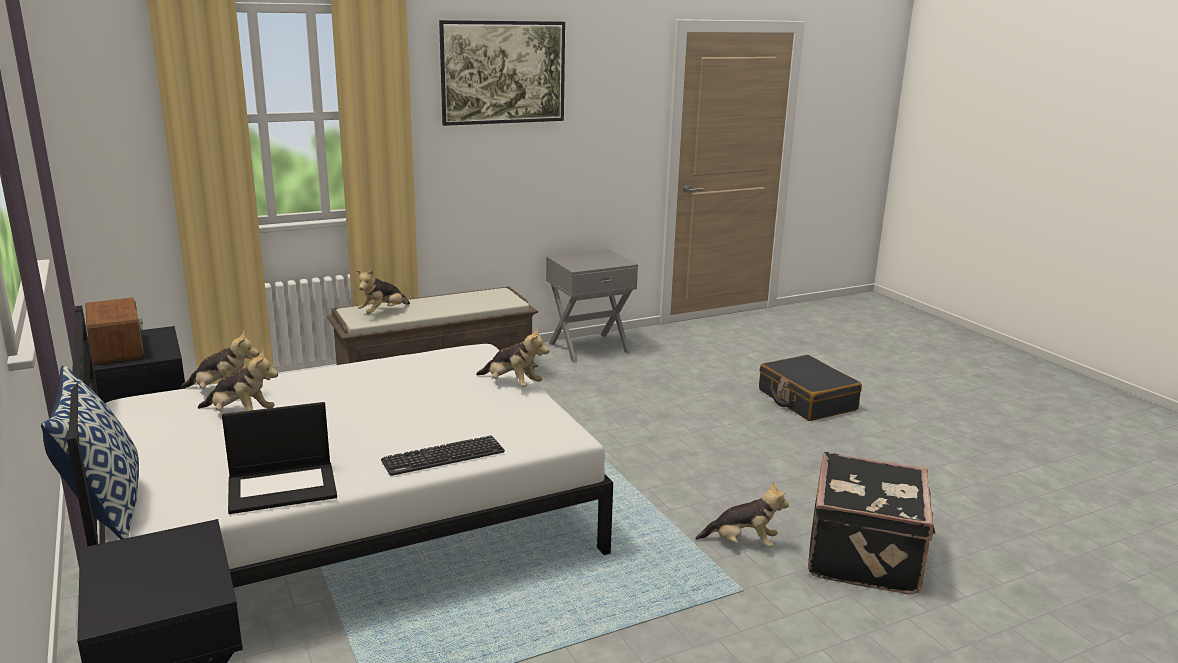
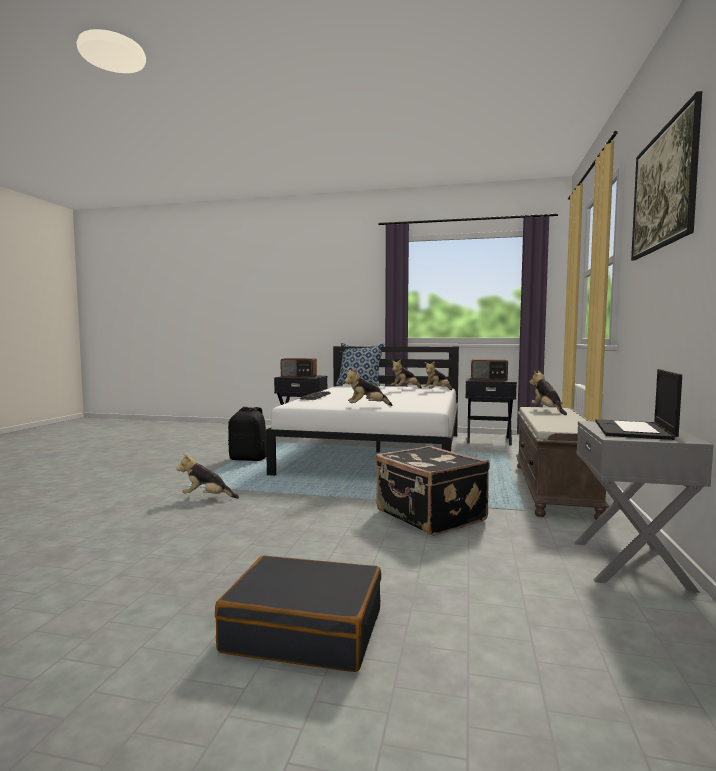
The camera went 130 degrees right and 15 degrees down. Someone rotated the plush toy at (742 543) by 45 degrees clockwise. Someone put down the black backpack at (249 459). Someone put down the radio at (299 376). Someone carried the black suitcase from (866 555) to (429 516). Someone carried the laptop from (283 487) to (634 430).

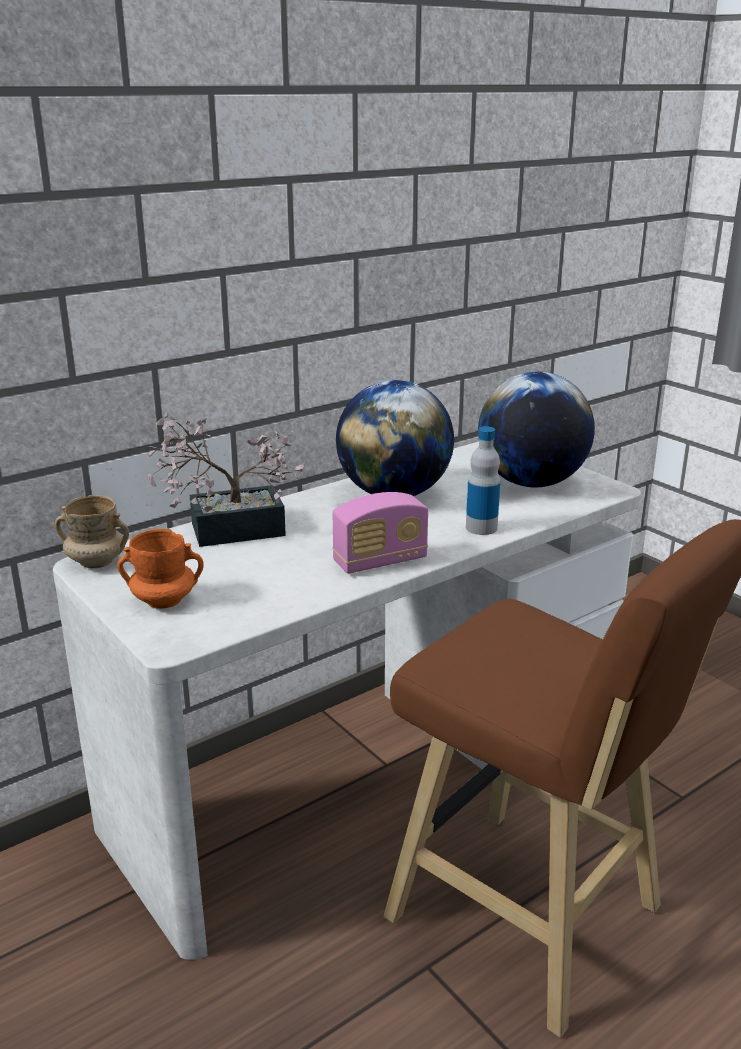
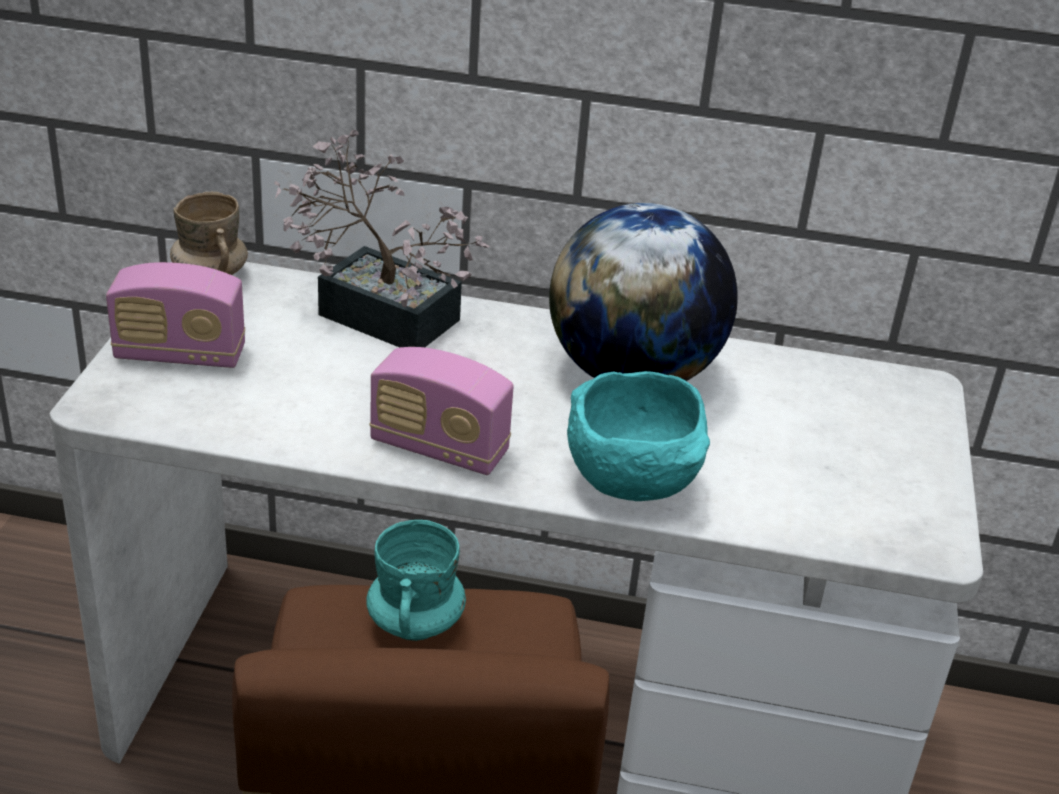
The camera went 45 degrees right and 10 degrees up. Someone swapped the orange mug at (164 600) for the radio at (180 355). Someone put down the turquoise mug at (415 624). Someone swapped the bottle at (481 528) for the turquoise bowl at (635 484). Someone took away the globe at (531 483).

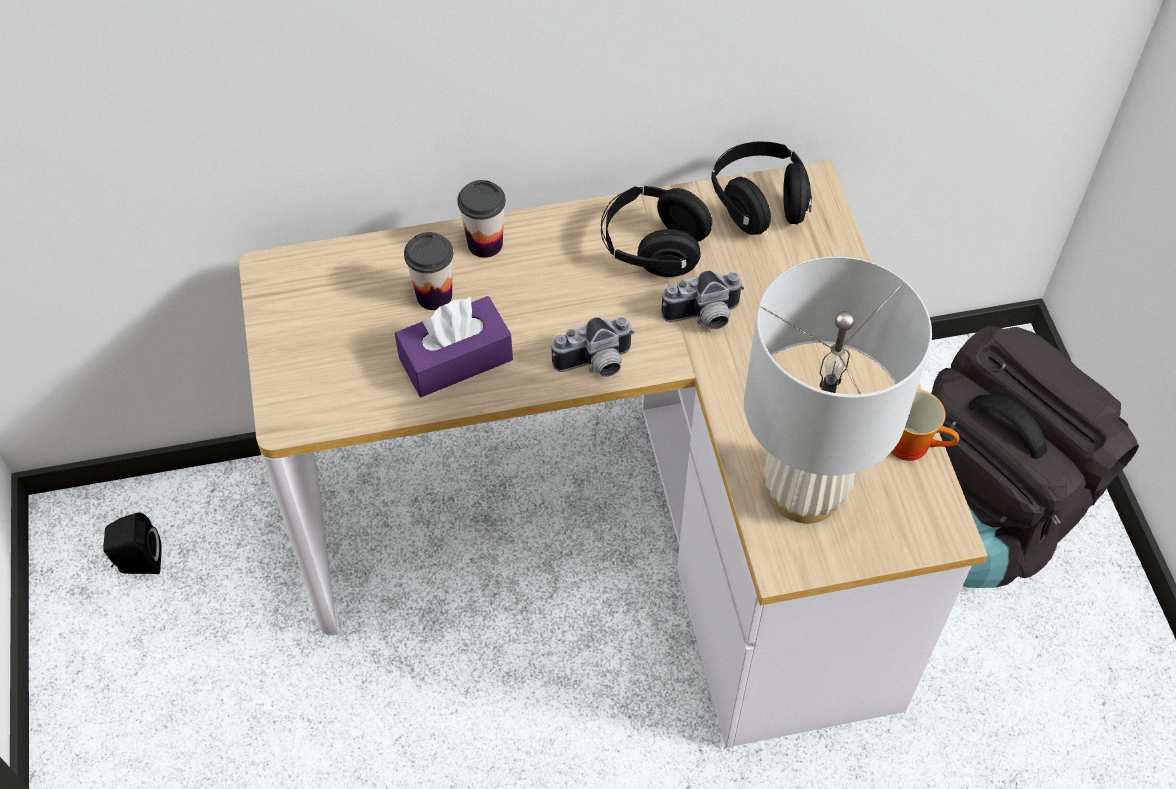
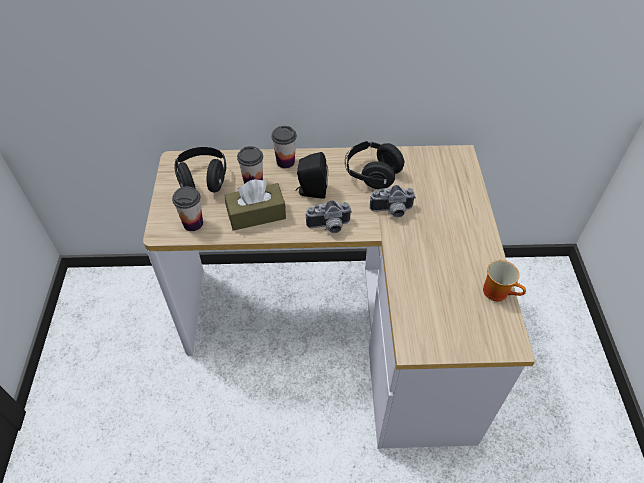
The camera went 10 degrees right and 5 degrees down. Someone put down the cup at (193 223). Someone carried the black headphones from (759 203) to (203 180). Someone repainted the purple tissue box at (456 359), which became the brown tissue box at (256 214). Someone carried the black speaker from (138 563) to (311 191). Someone took away the white table lamp at (804 493). Someone took away the black backpack at (986 513).

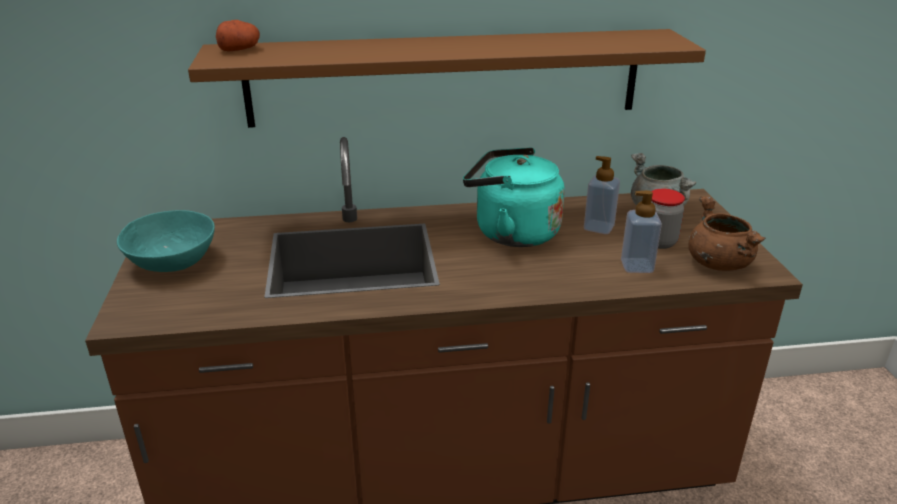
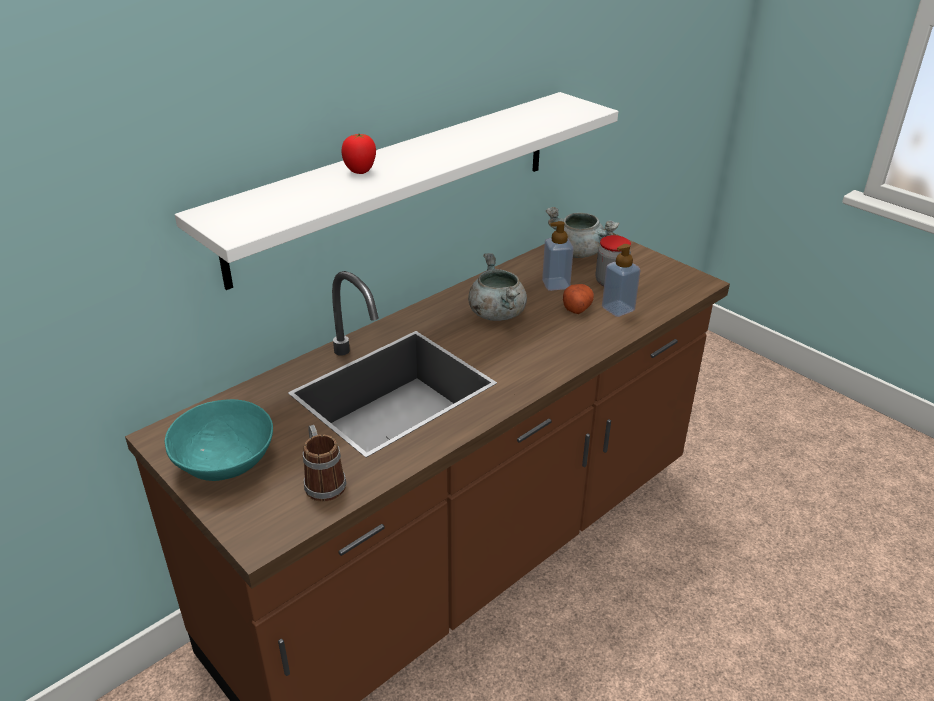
The camera went 35 degrees left and 5 degrees up. Someone repainted the brown shelf at (445 77), which became the white shelf at (399 183). Someone put down the mug at (323 481). Someone put down the tomato at (360 172). Someone swapped the turquoise kettle at (511 232) for the grey cooking pot at (496 313). Someone carried the potato from (239 49) to (577 307). Someone took away the brown cooking pot at (718 263).

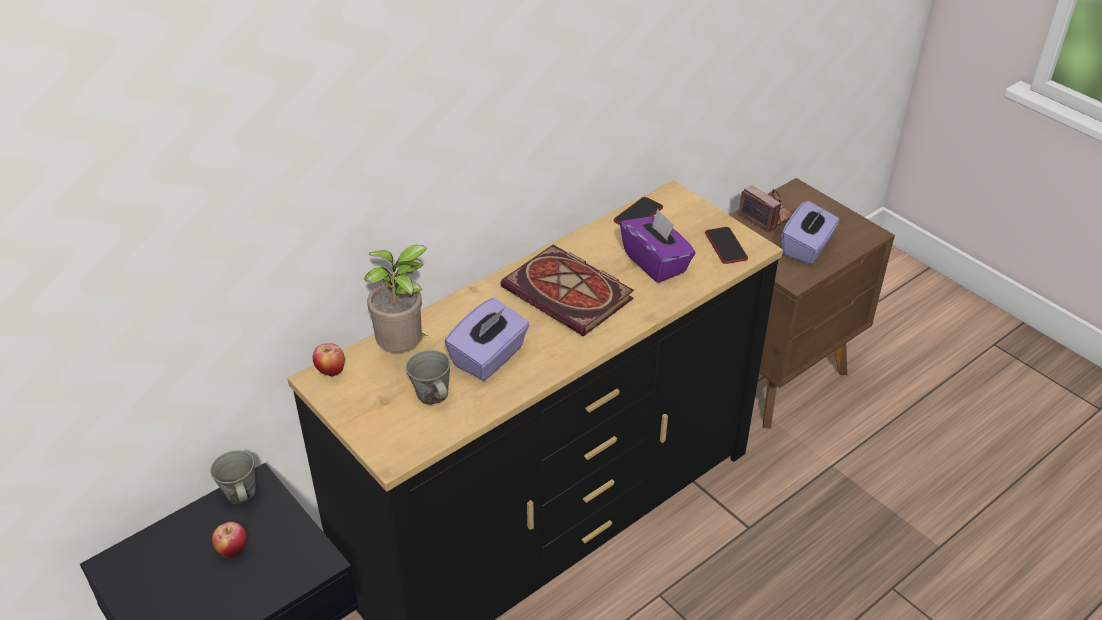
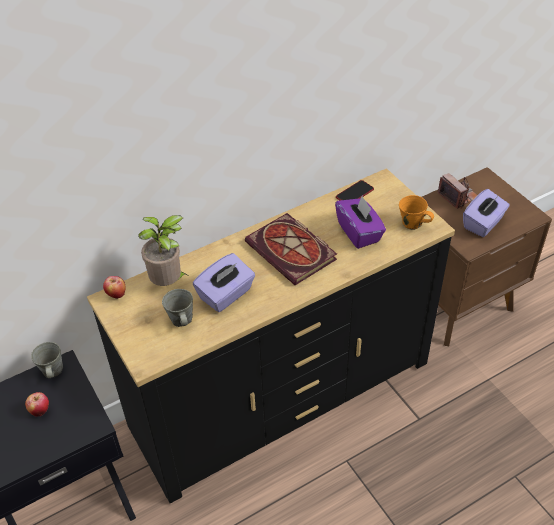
The camera went 10 degrees right and 5 degrees up. Someone swapped the phone at (725 246) for the orange mug at (413 224).

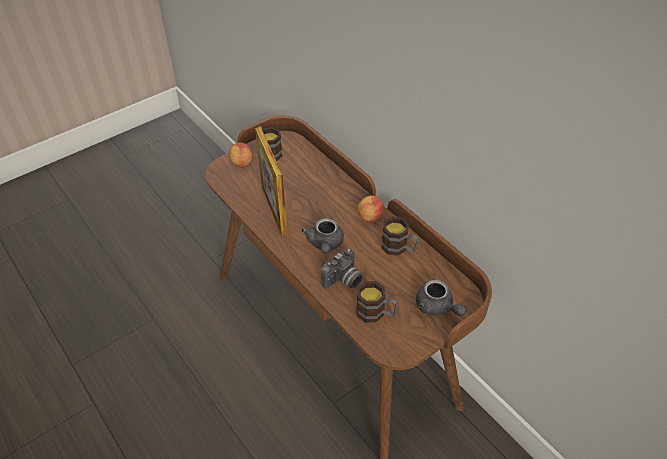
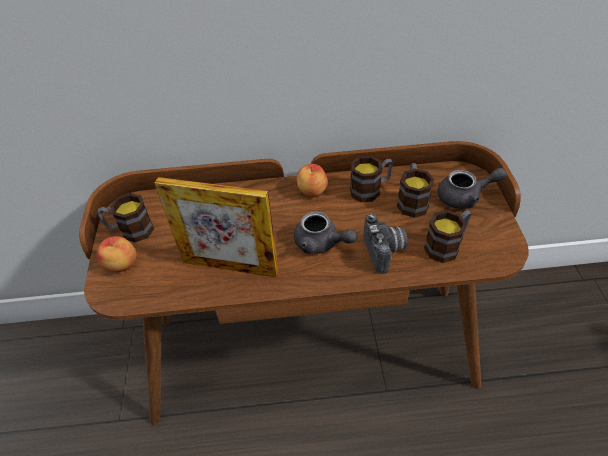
The camera went 55 degrees left and 0 degrees up. Someone put down the mug at (412 201).

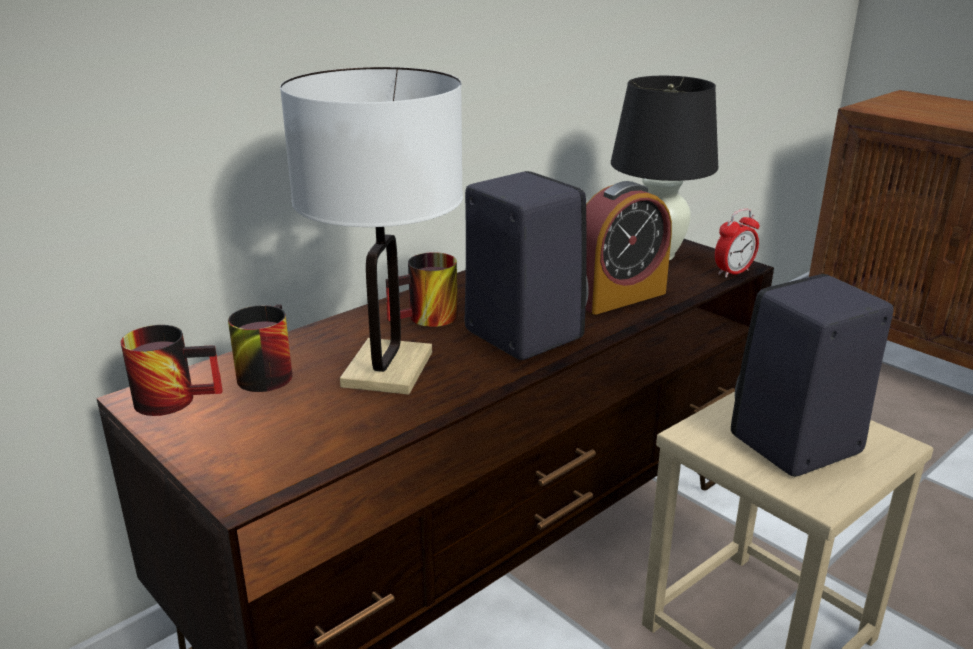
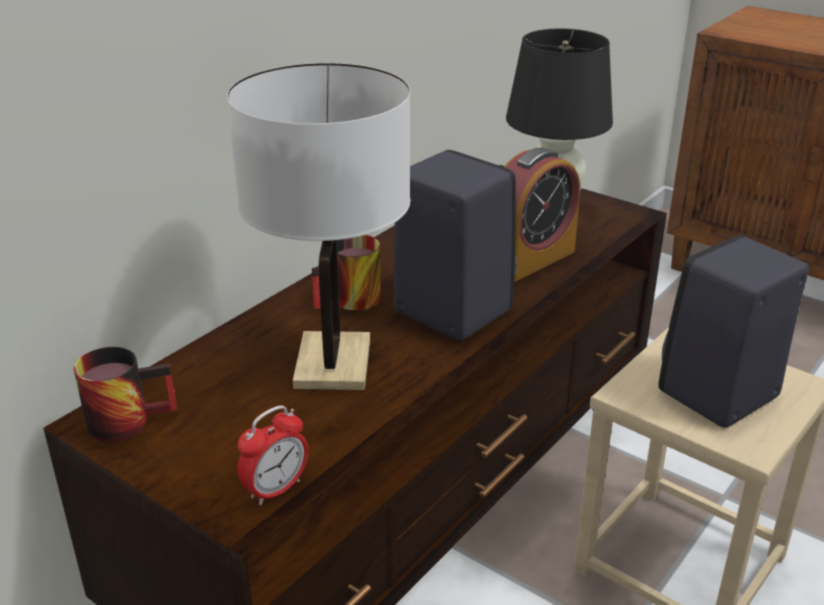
The camera went 10 degrees left and 5 degrees up. Someone carried the alarm clock from (733 272) to (276 489). Someone took away the mug at (263 372).

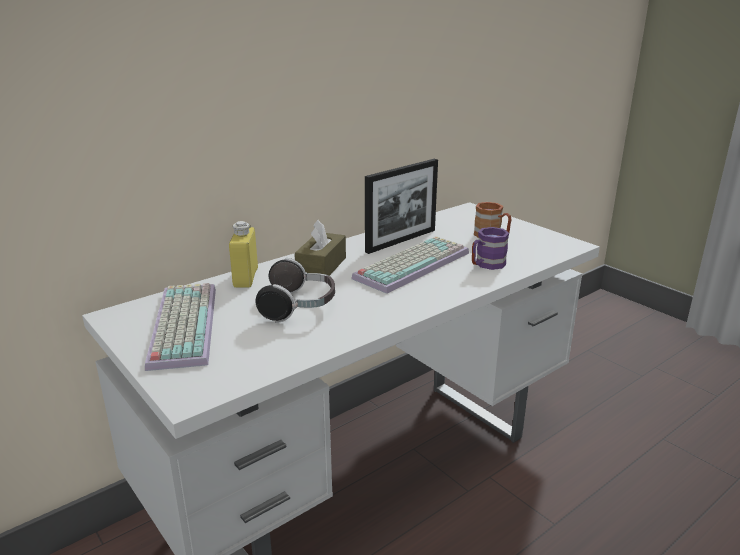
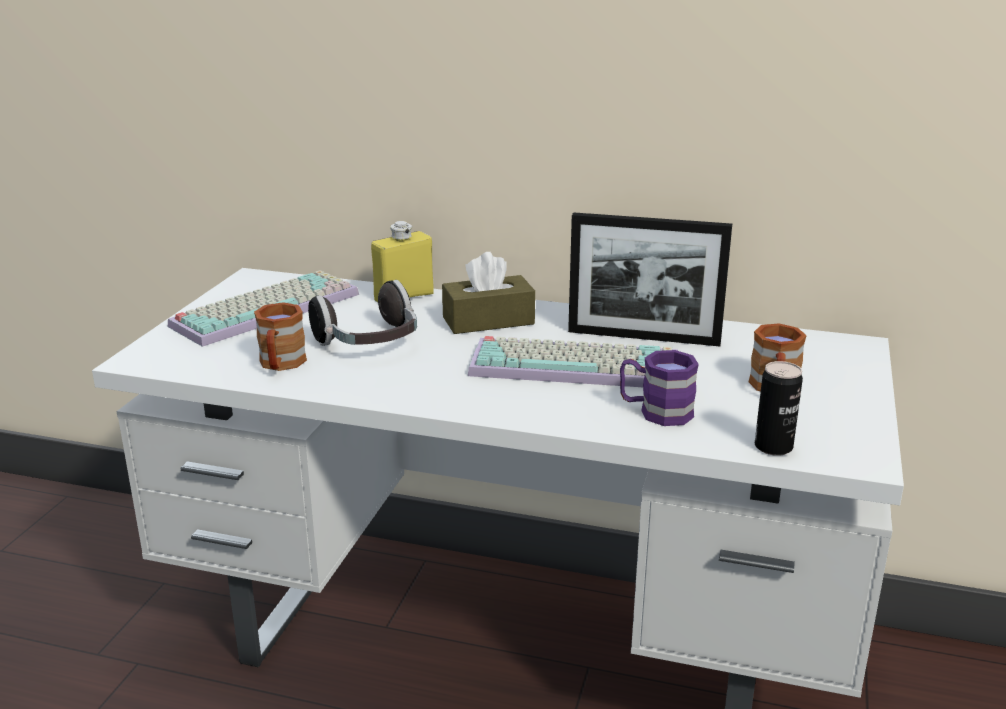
The camera went 55 degrees right and 0 degrees up. Someone put down the brown mug at (281 365). Someone put down the can at (773 447).

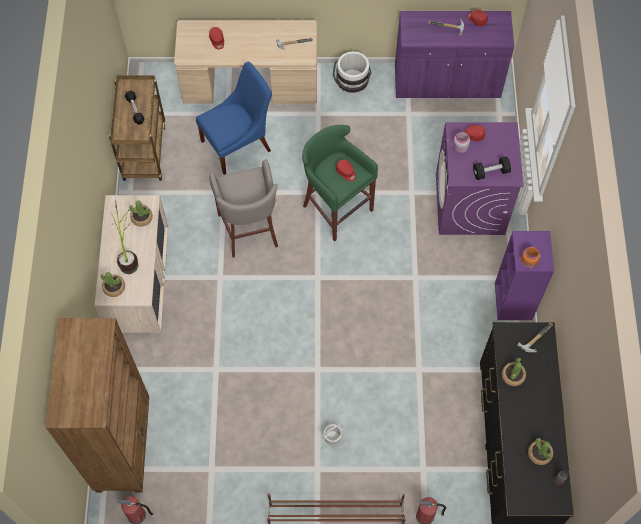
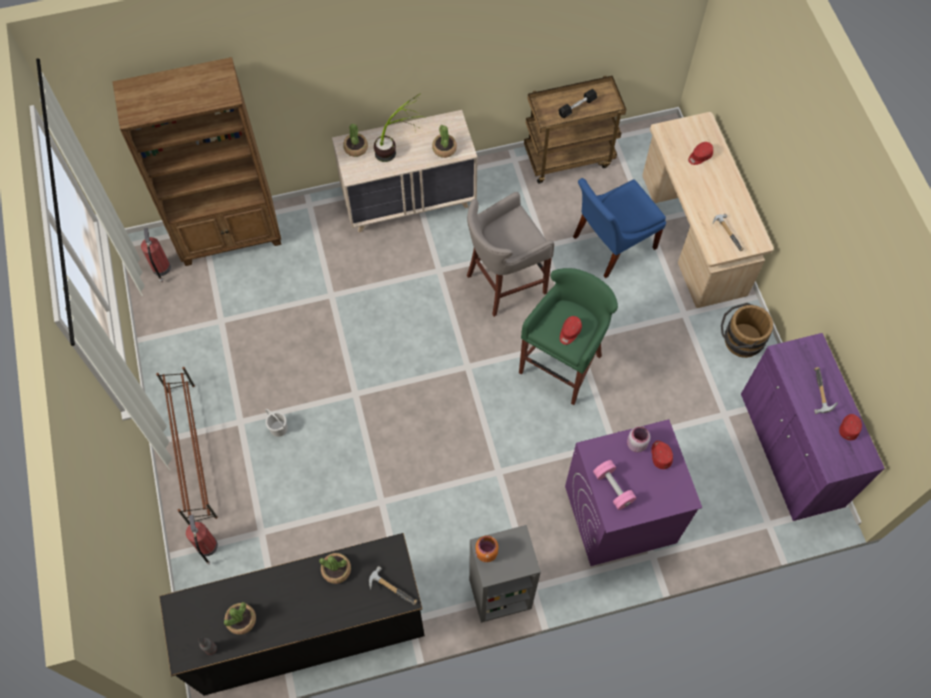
The camera went 75 degrees right and 0 degrees up. Someone repainted the purple bookcase at (513 301), which became the grey bookcase at (499 595). Someone rotated the blue chair at (239 144) by 105 degrees clockwise. Someone repainted the black dumbbell at (490 172), which became the pink dumbbell at (613 488). Someone repainted the white bucket at (351 85), which became the brown bucket at (739 341).

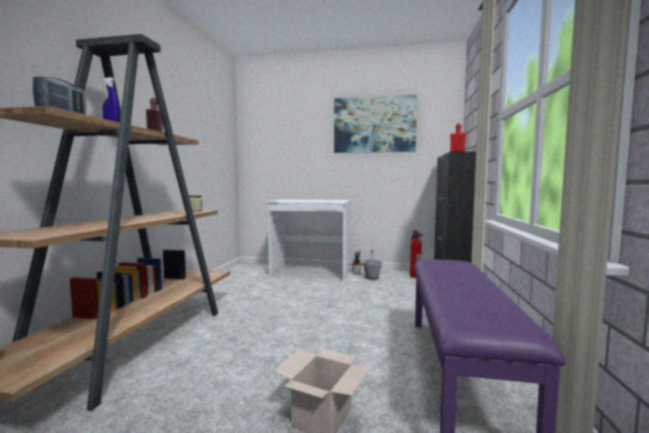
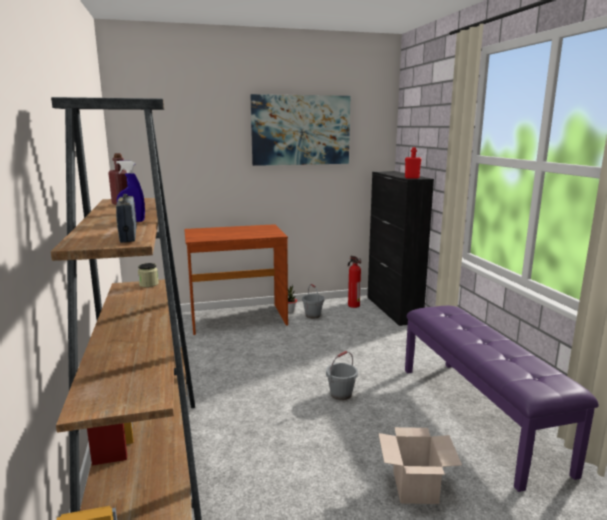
The camera went 25 degrees left and 10 degrees up. Someone repainted the white desk at (311 272), which became the brown desk at (238 319). Someone put down the grey bucket at (341 394).

